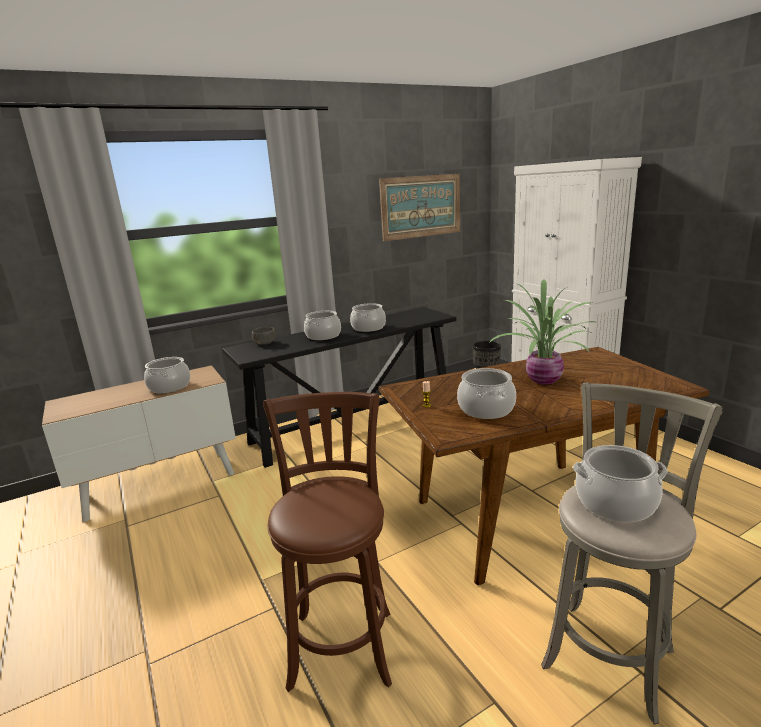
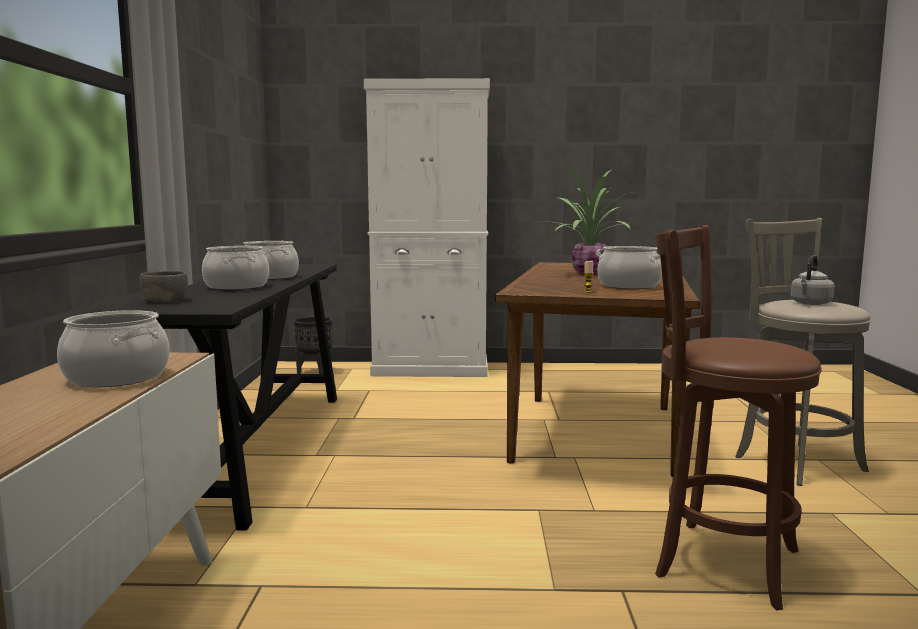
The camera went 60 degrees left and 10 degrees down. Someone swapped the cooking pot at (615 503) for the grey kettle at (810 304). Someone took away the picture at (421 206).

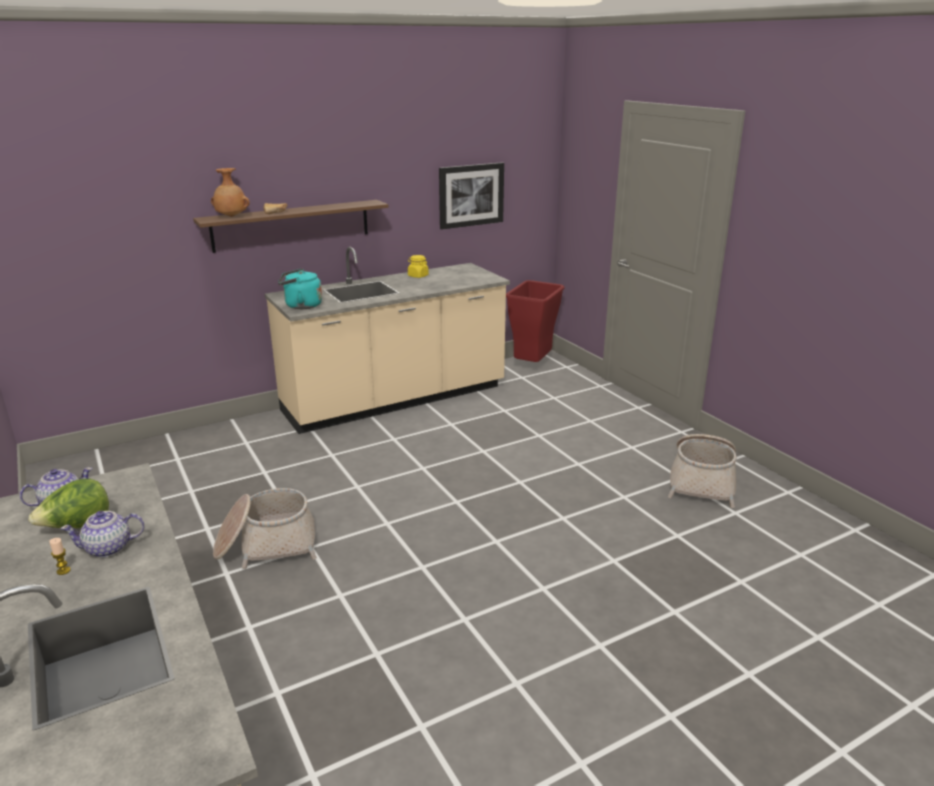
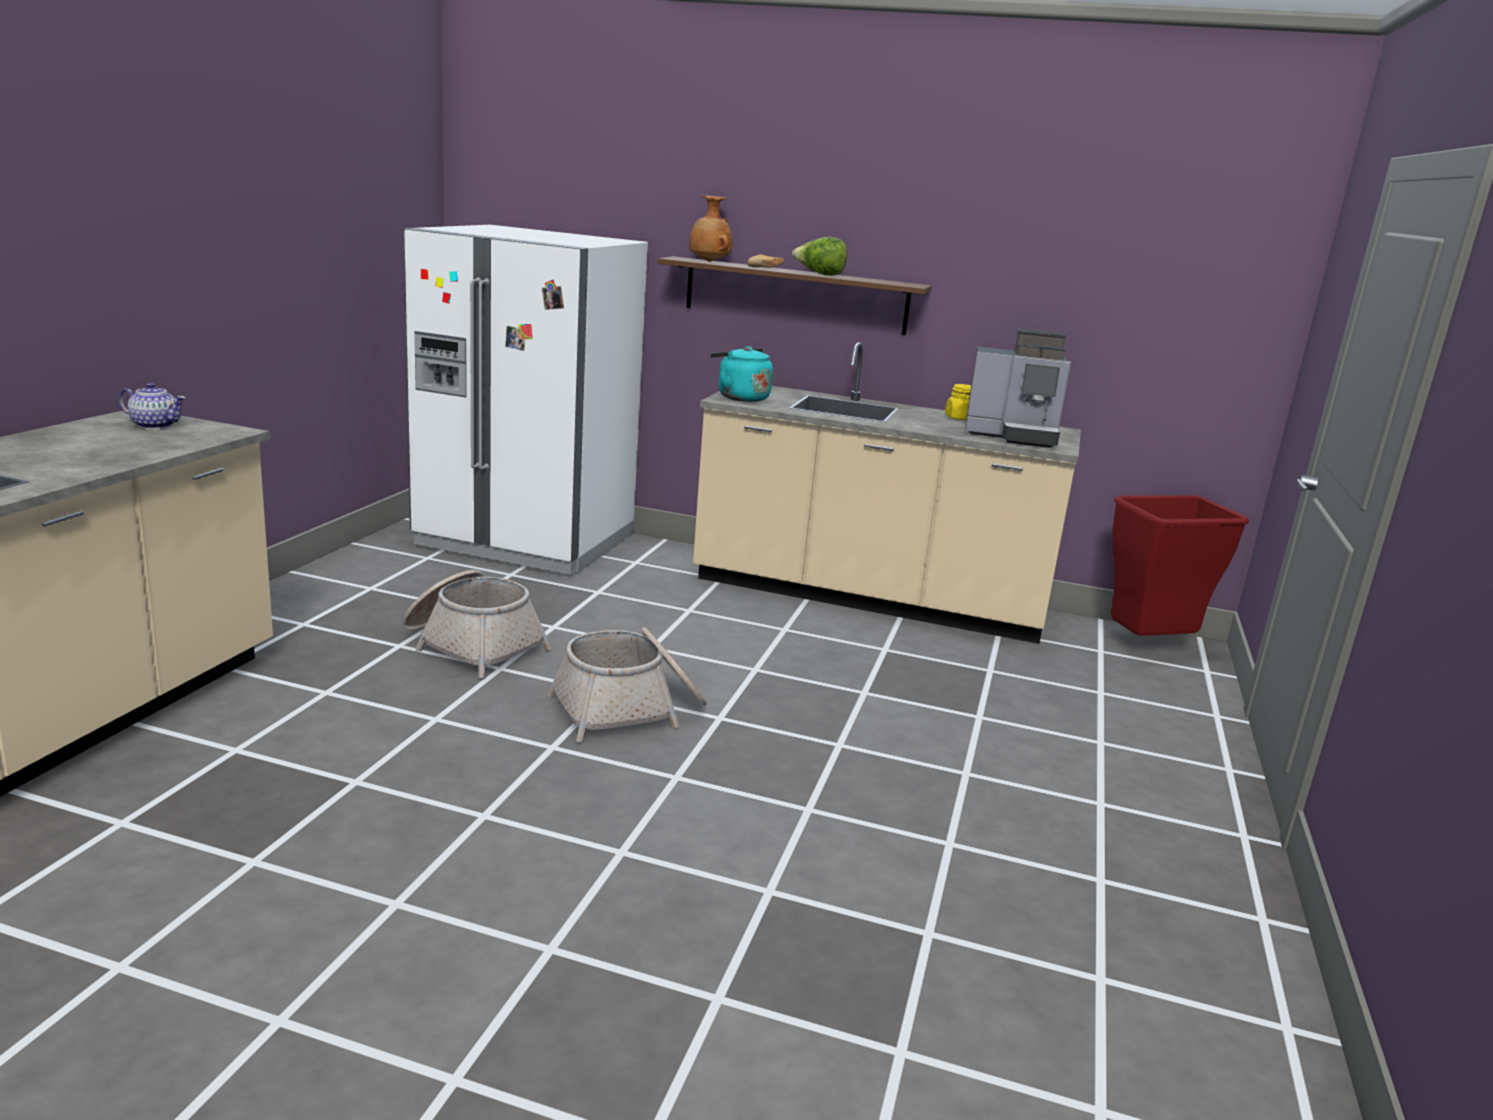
The camera went 45 degrees right and 5 degrees down. Someone put down the white fridge at (526 541). Someone carried the basket from (702 481) to (630 709). Someone carried the lettuce from (77 526) to (819 274). Someone put down the coffee machine at (1013 436). Someone took away the candle at (63 571). Someone took away the teapot at (109 548). Someone took away the picture at (471 195).

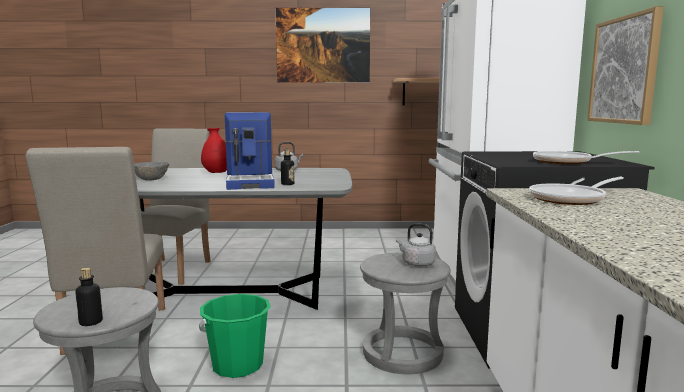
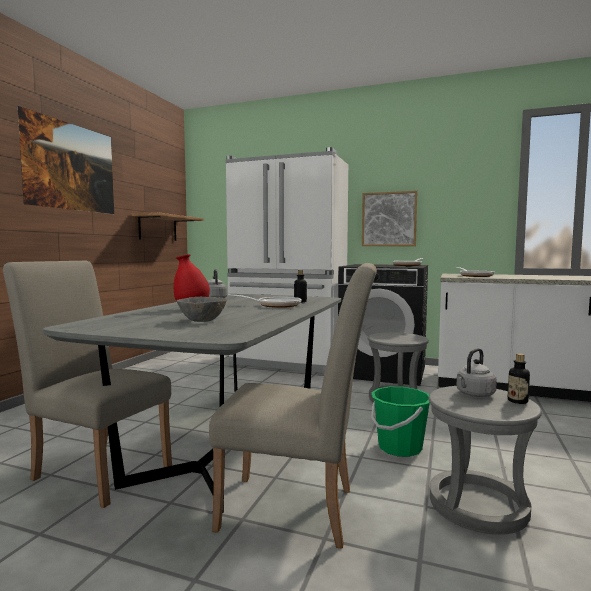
The camera went 70 degrees left and 5 degrees down. Someone swapped the coffee machine at (251 182) for the frying pan at (275 305). Someone carried the grey kettle from (416 263) to (474 394).

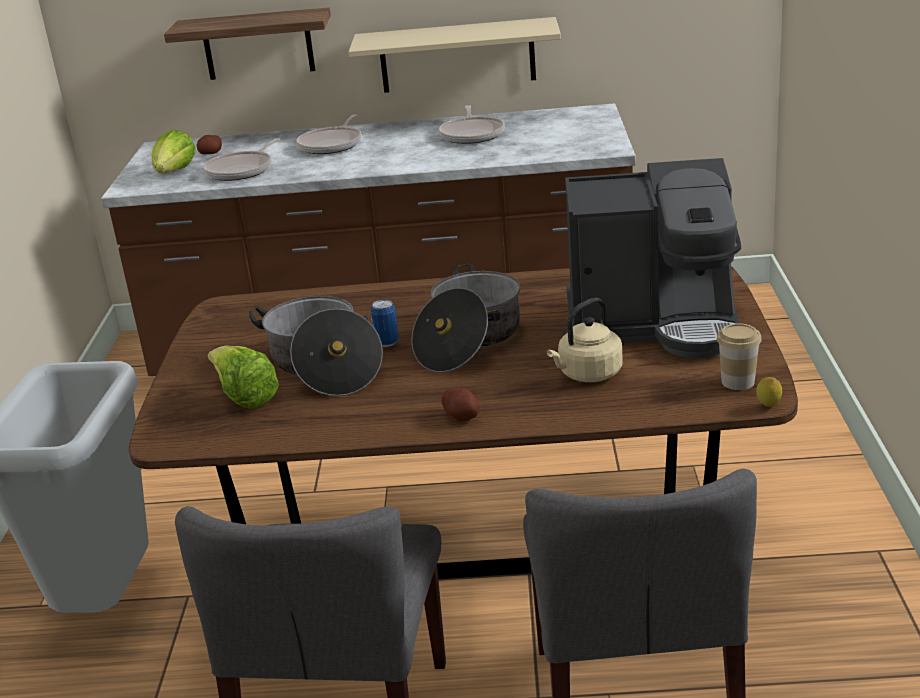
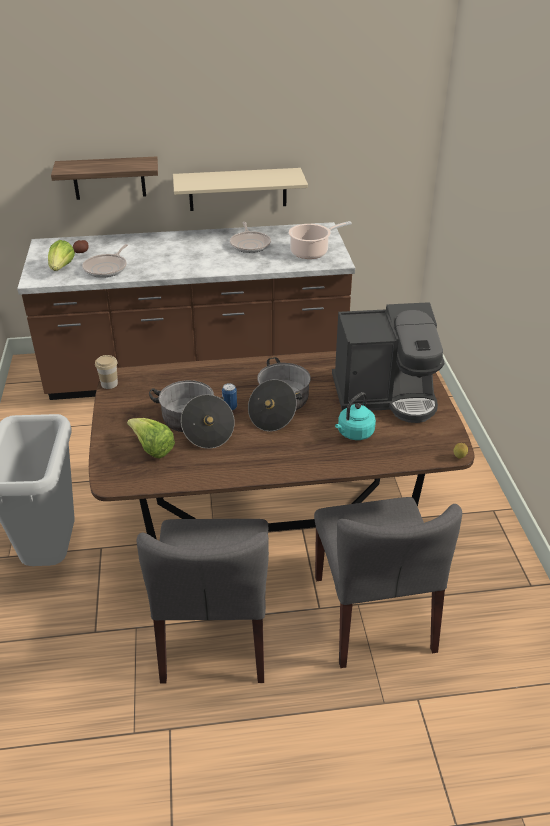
The camera went 10 degrees left and 10 degrees up. Someone carried the cup from (738 382) to (109 384). Someone put down the cooking pot at (311 252). Someone repainted the beige kettle at (587 374), which became the turquoise kettle at (354 434). Someone took away the frying pan at (332 145). Someone took away the potato at (462 416).

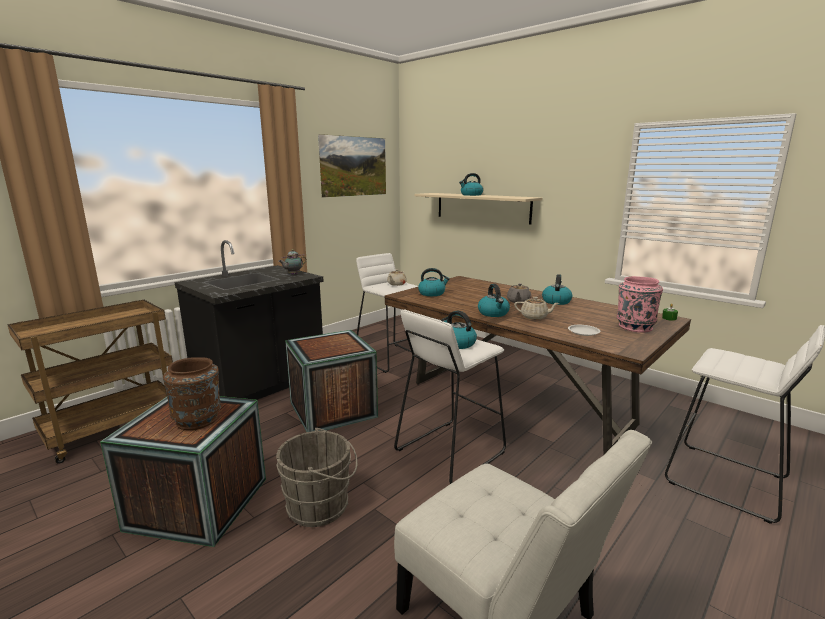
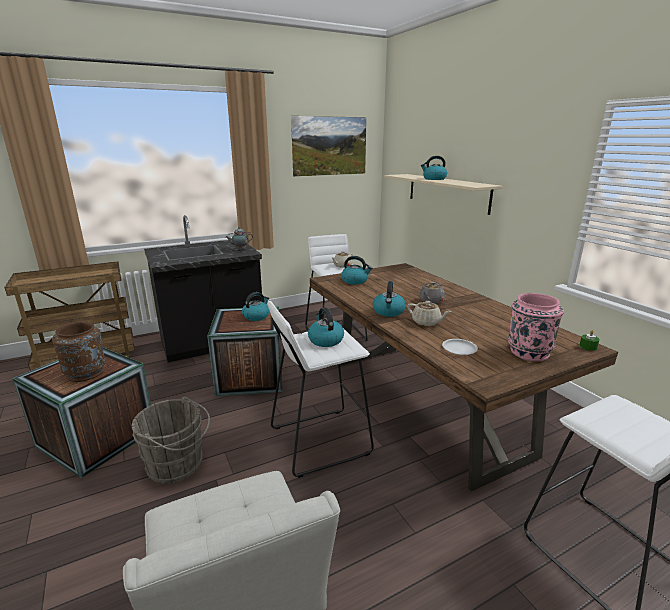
The camera went 20 degrees right and 5 degrees up. Someone carried the kettle from (556 301) to (256 316).

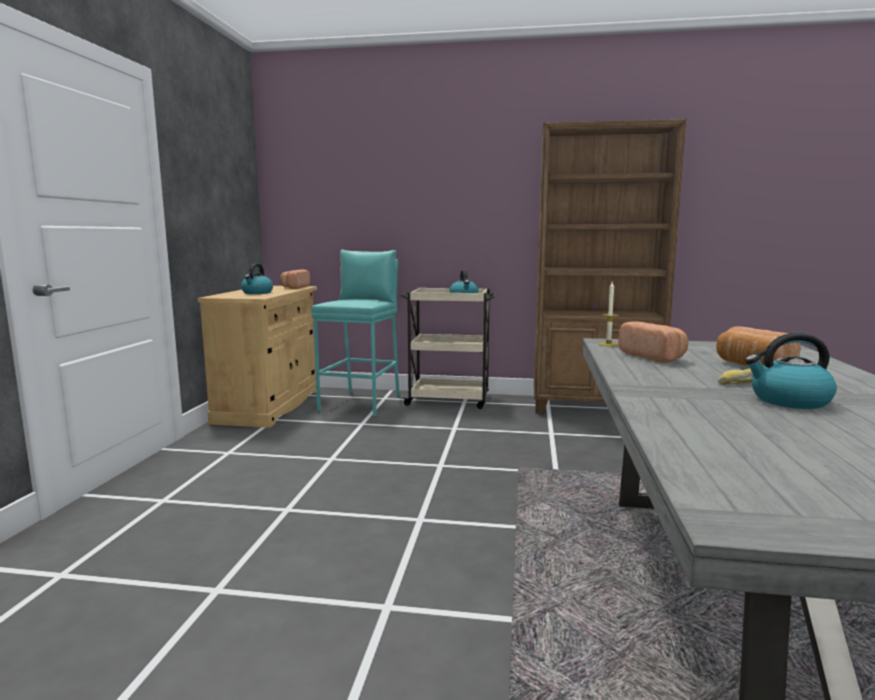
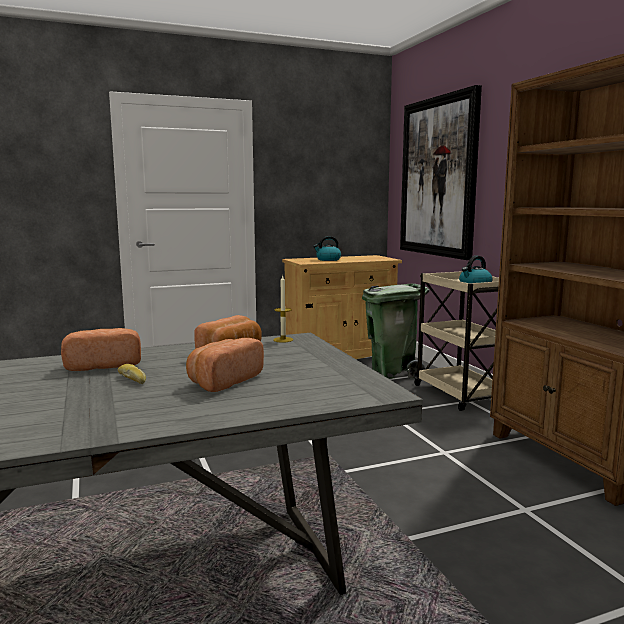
The camera went 60 degrees right and 0 degrees up. Someone carried the bread from (294 288) to (103 365). Someone swapped the turquoise stool at (361 403) for the green trash can at (393 372). Someone put up the picture at (438 177). Someone took away the kettle at (789 401).

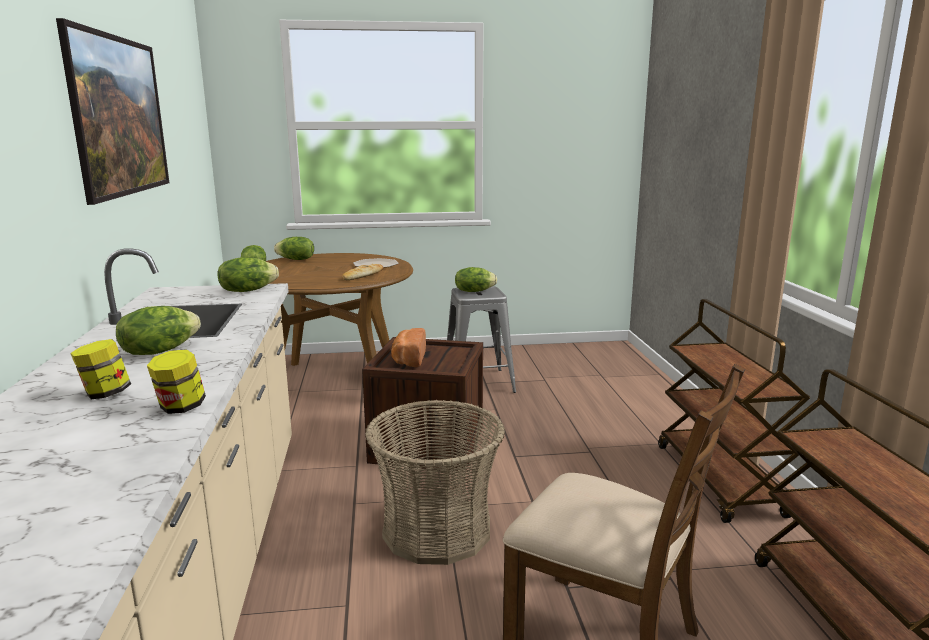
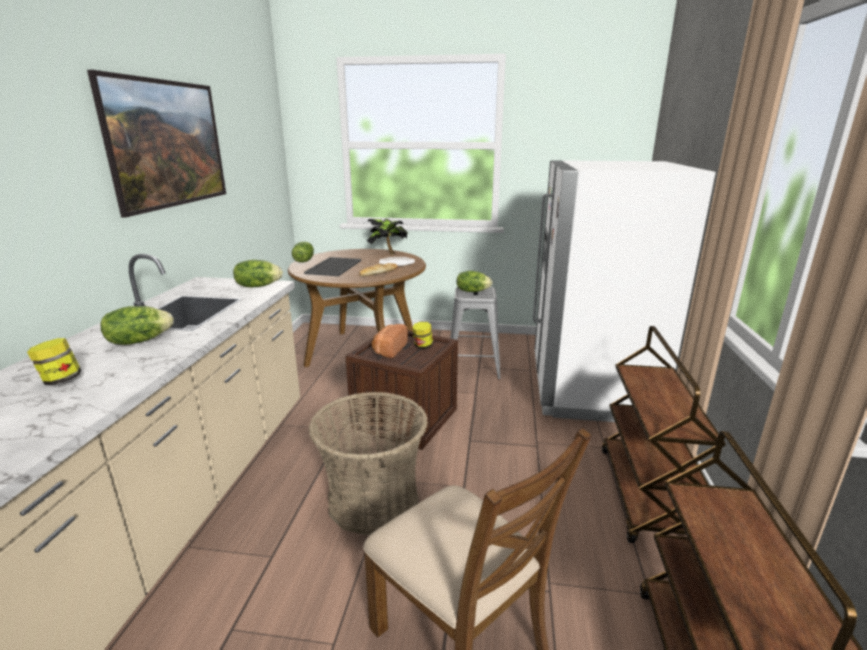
The camera went 15 degrees right and 5 degrees up. Someone put down the tray at (334 267). Someone put down the potted plant at (387 253). Someone carried the jar from (180 407) to (422 346). Someone put down the white fridge at (590 388). Someone took away the lettuce at (296 260).

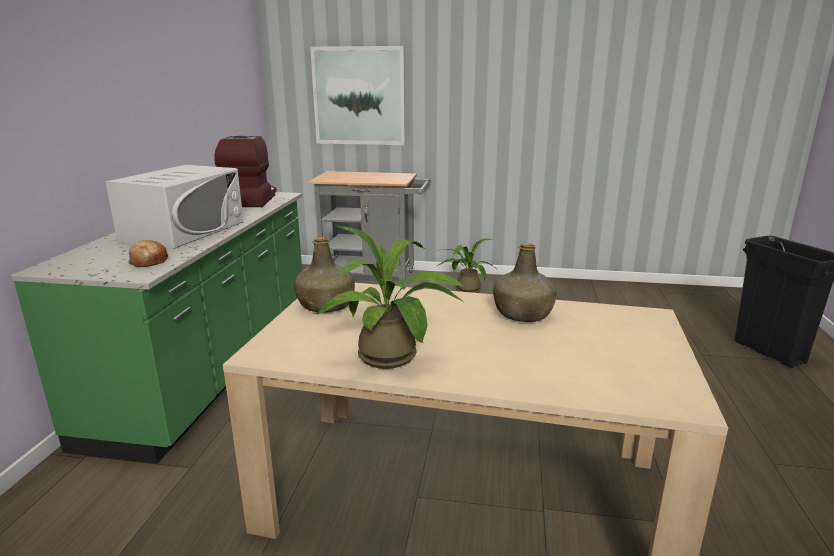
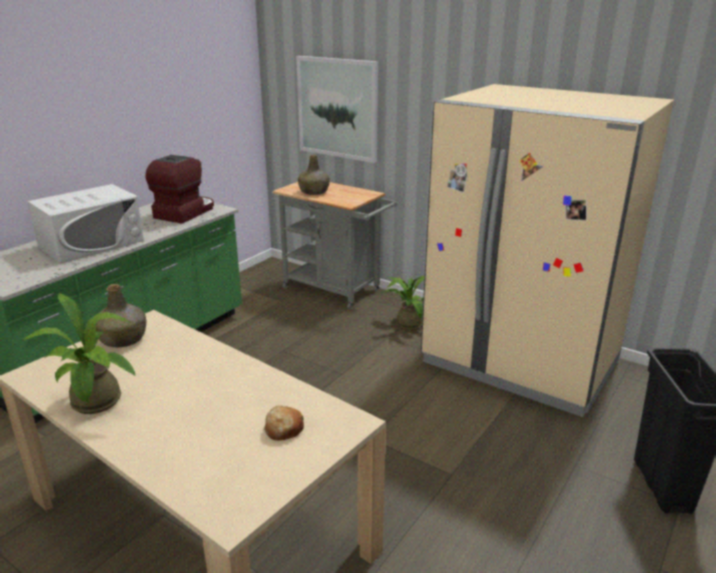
The camera went 25 degrees right and 5 degrees up. Someone carried the bread from (148 261) to (283 429). Someone carried the green bottle from (523 314) to (314 192). Someone put down the beige fridge at (520 362).

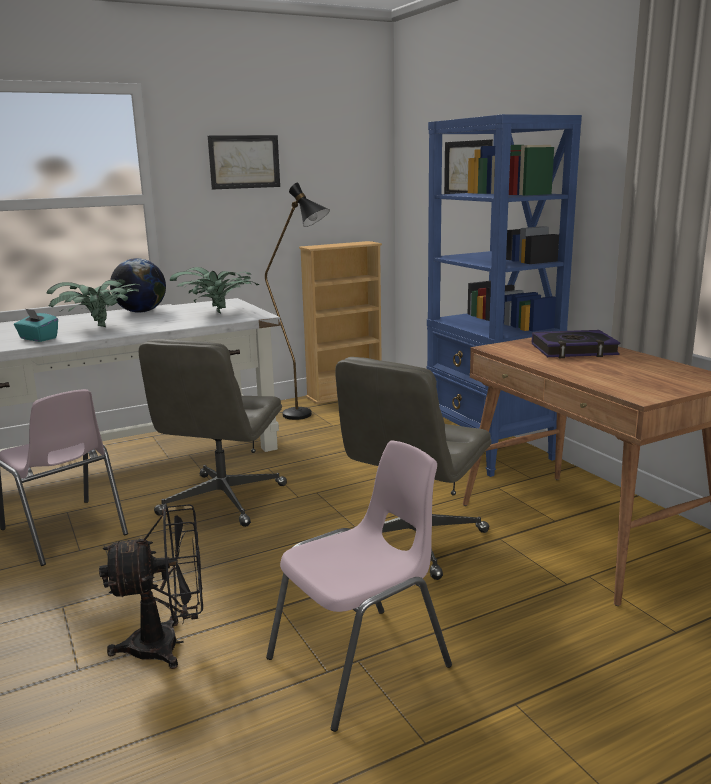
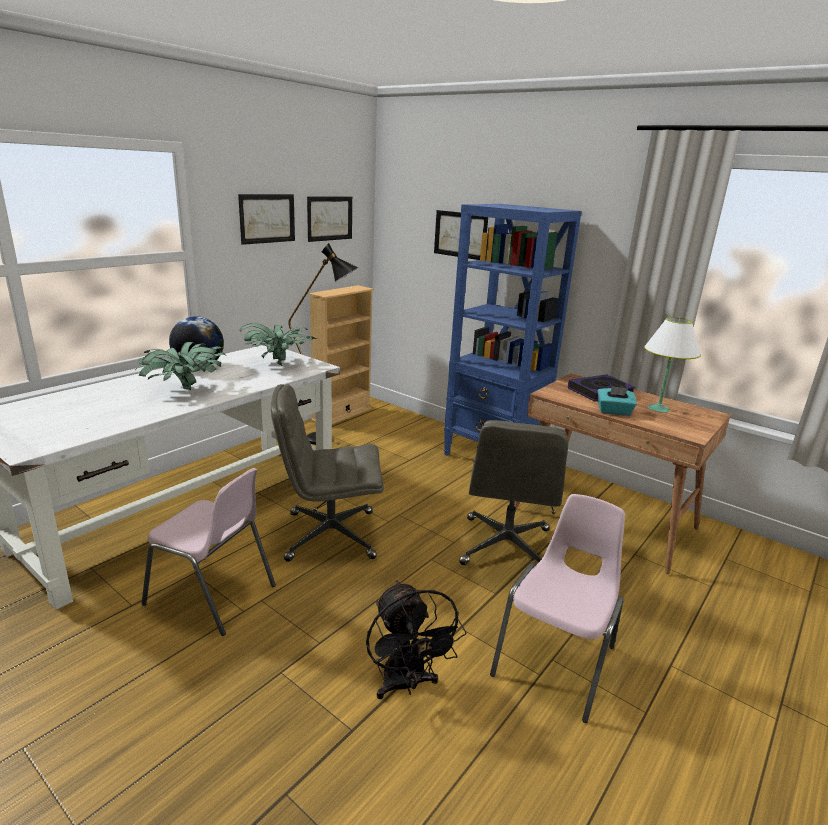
The camera went 25 degrees left and 5 degrees up. Someone rotated the grey office chair at (223 500) by 90 degrees clockwise. Someone put up the picture at (330 218). Someone rotated the black fan at (168 645) by 105 degrees clockwise. Someone carried the turquoise tissue box from (38 338) to (614 411). Someone put down the white table lamp at (658 408).

